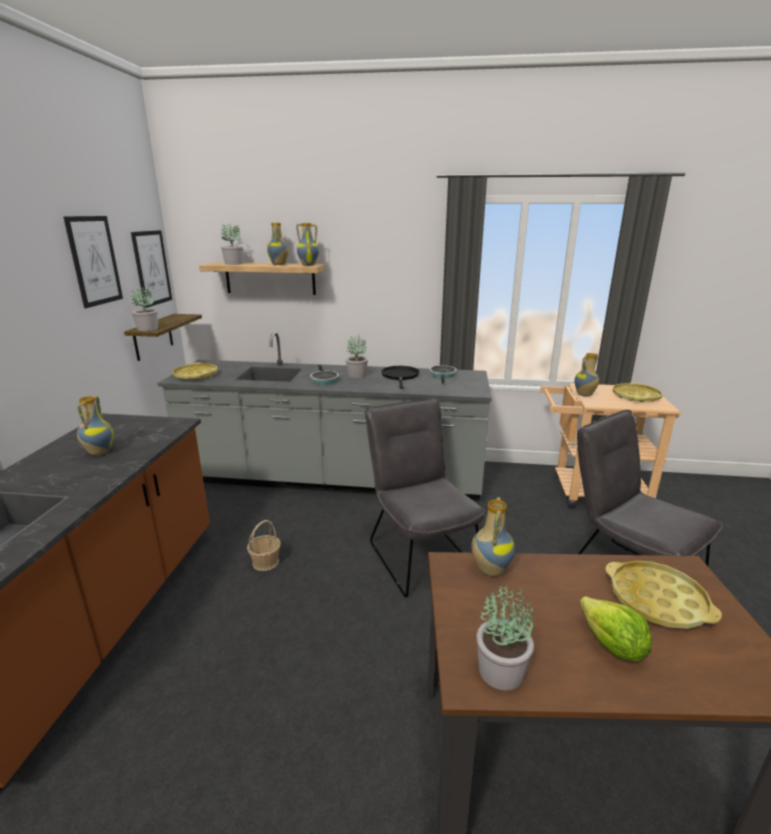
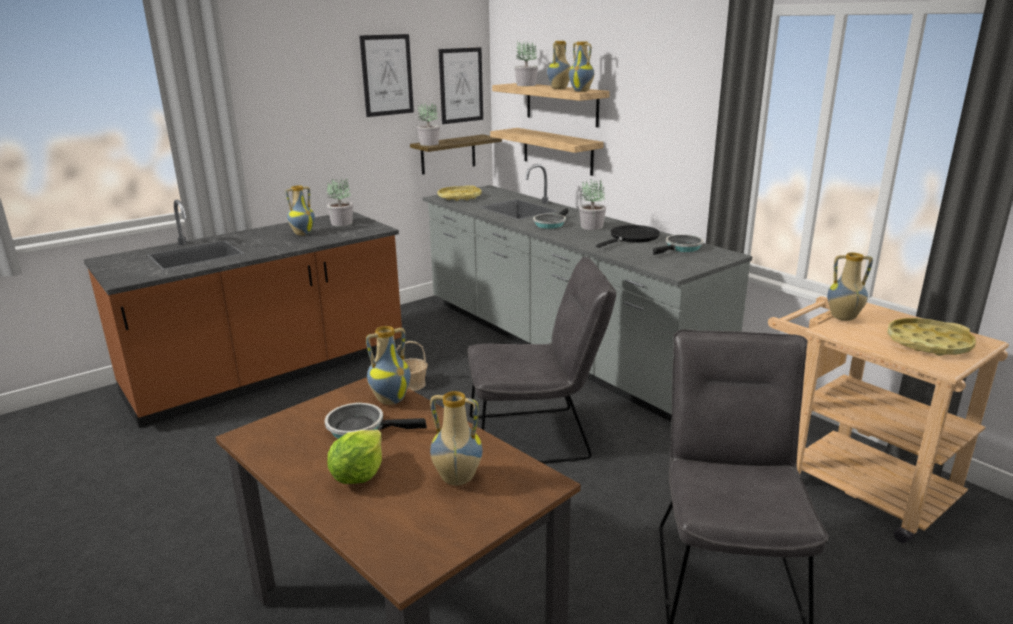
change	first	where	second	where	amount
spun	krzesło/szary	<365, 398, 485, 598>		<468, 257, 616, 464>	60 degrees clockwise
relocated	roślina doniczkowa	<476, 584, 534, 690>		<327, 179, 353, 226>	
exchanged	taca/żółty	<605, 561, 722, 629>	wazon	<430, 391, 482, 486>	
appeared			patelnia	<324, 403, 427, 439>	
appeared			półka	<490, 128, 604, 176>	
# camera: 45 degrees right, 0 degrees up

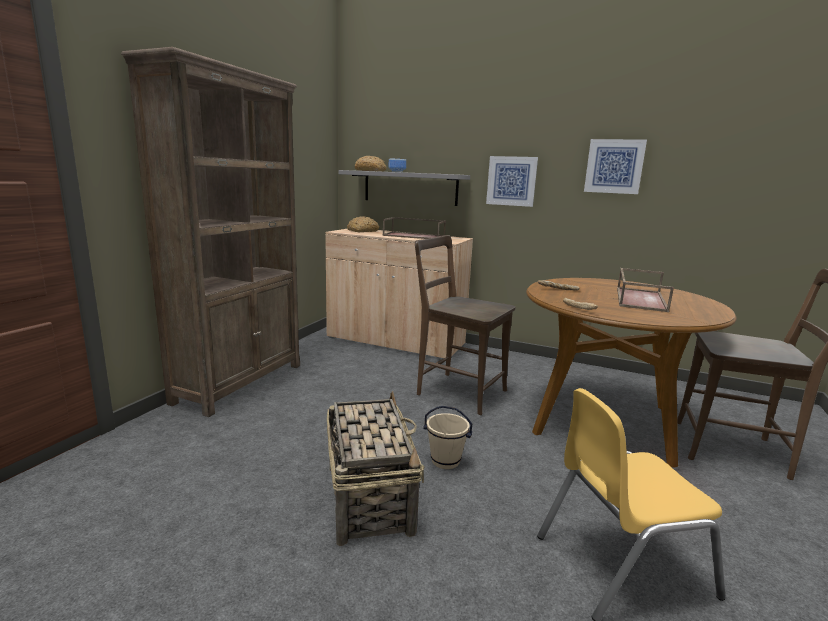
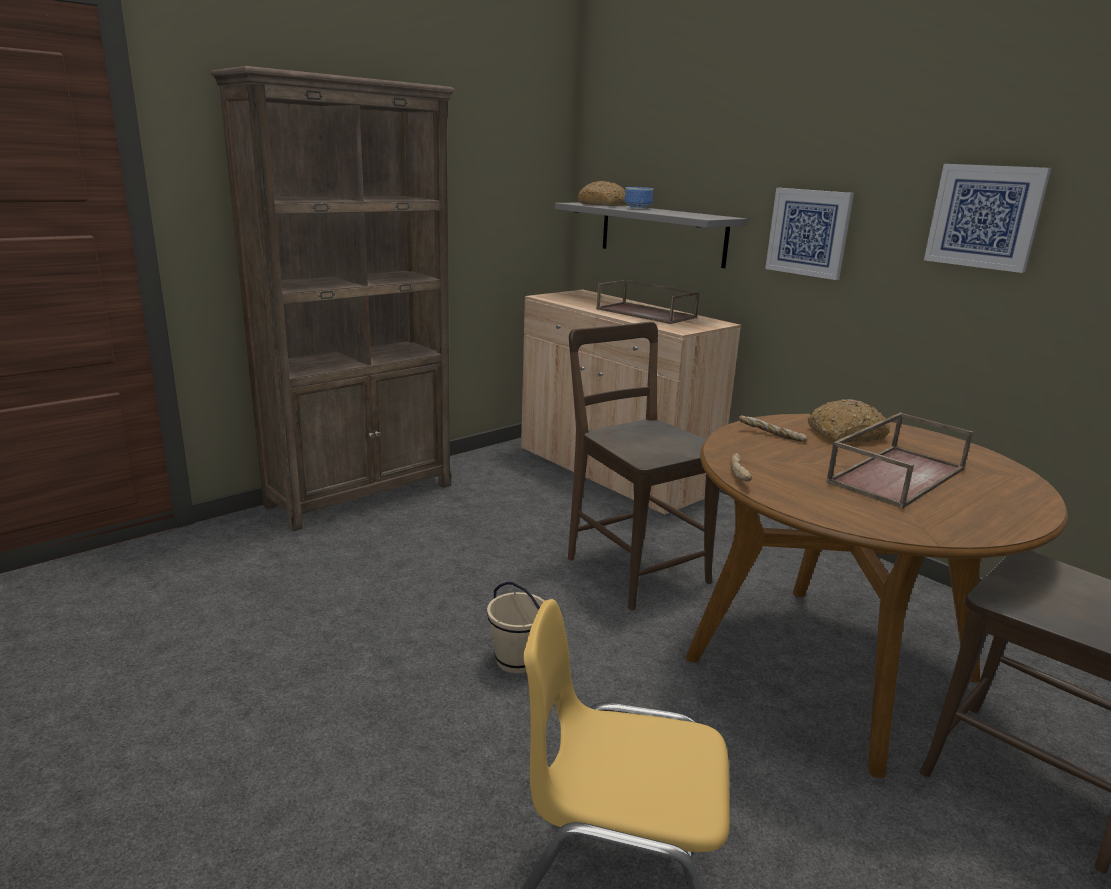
change	first	where	second	where	amount
missing	koszyk	<327, 391, 425, 546>			
relocated	chleb	<347, 217, 379, 232>		<808, 399, 890, 442>	
# camera: 25 degrees right, 5 degrees up

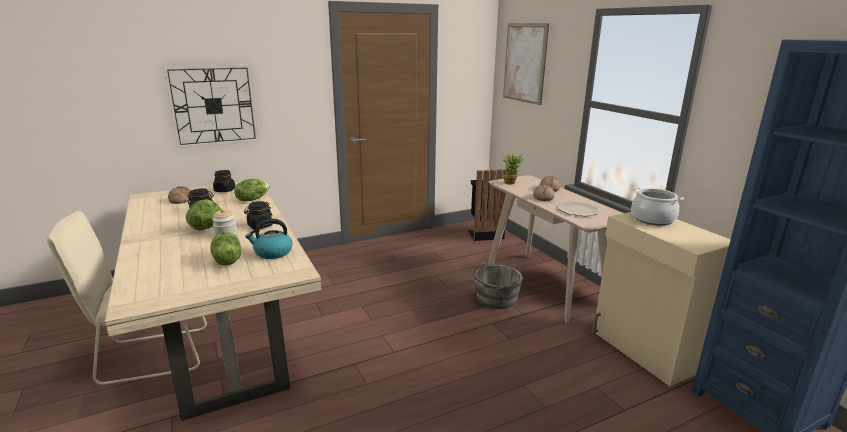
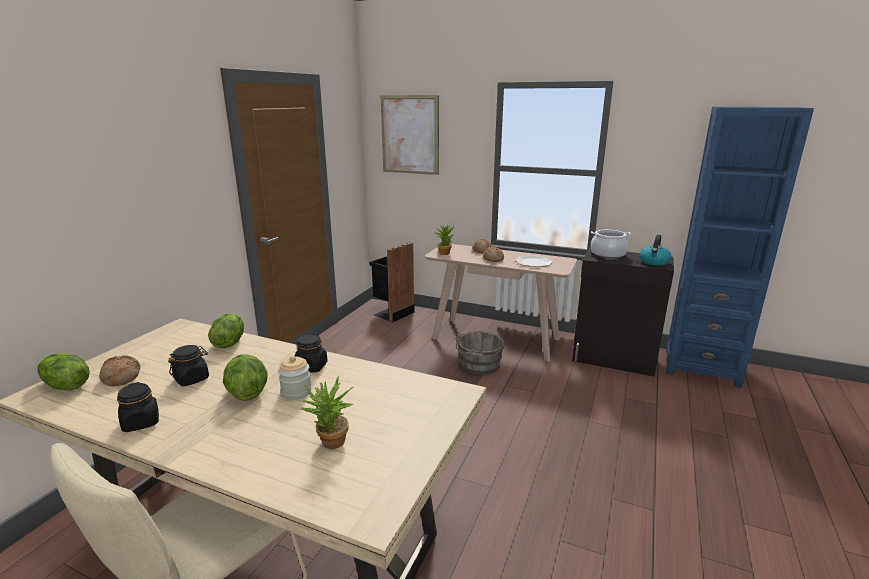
change	first	where	second	where	amount
missing	zegar ścienny	<163, 64, 259, 149>			
relocated	sałata	<210, 232, 241, 265>		<37, 353, 90, 390>	
relocated	słoik/czarny	<213, 170, 235, 192>		<117, 382, 159, 432>	
relocated	czajnik	<245, 219, 292, 259>		<640, 235, 671, 266>	
colour	szafka/beżowy	<592, 212, 731, 386>	szafka/czarny	<572, 248, 674, 377>	
appeared			roślina doniczkowa	<300, 376, 354, 449>	
# camera: 40 degrees left, 0 degrees up

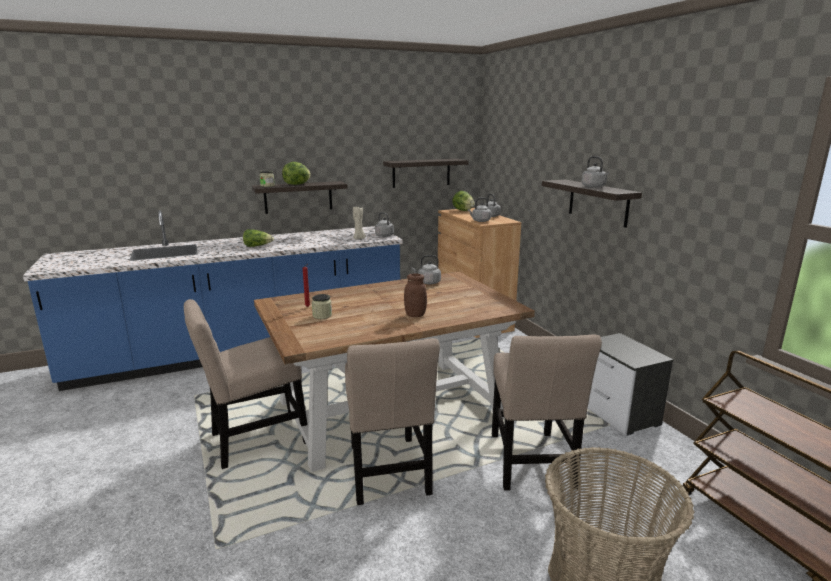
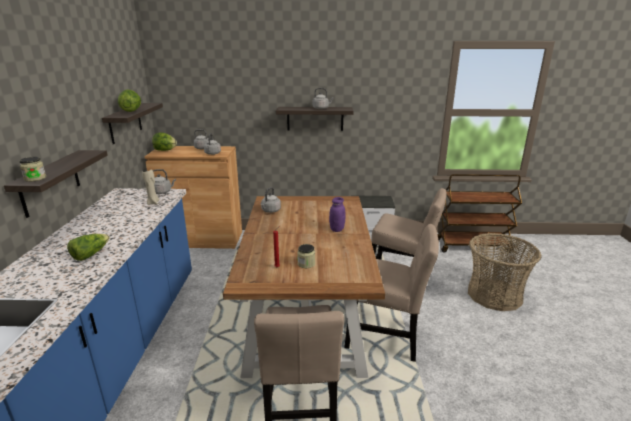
change	first	where	second	where	amount
relocated	sałata	<282, 162, 311, 185>		<118, 89, 141, 112>	
colour	słoik/brązowy	<404, 273, 427, 317>	słoik/fioletowy	<329, 197, 345, 232>	
# camera: 65 degrees left, 5 degrees up

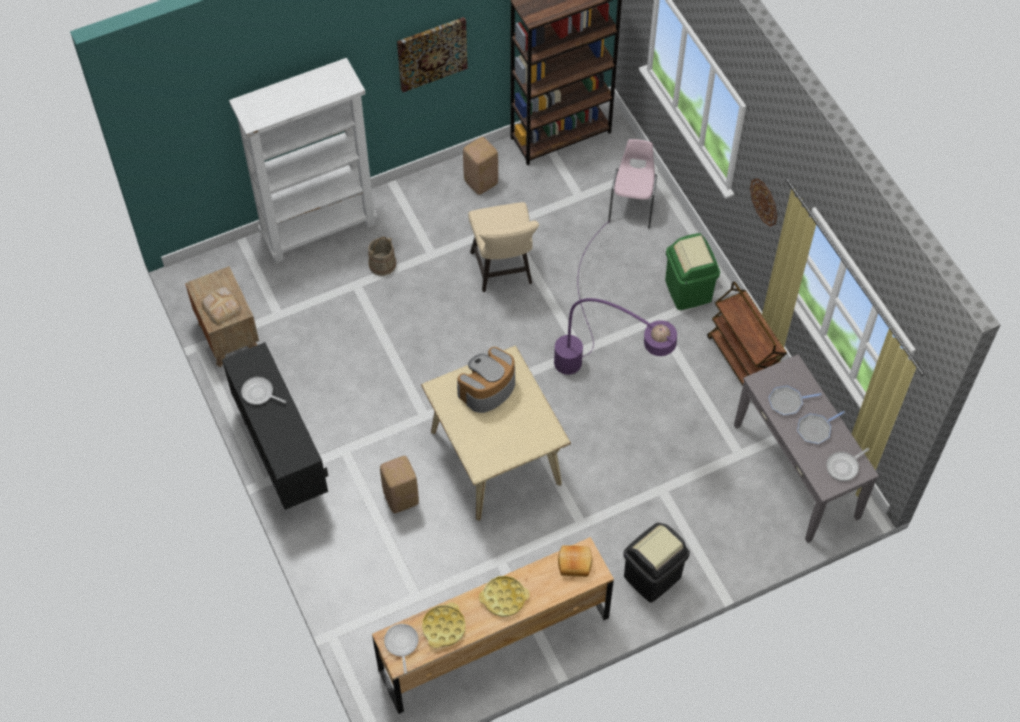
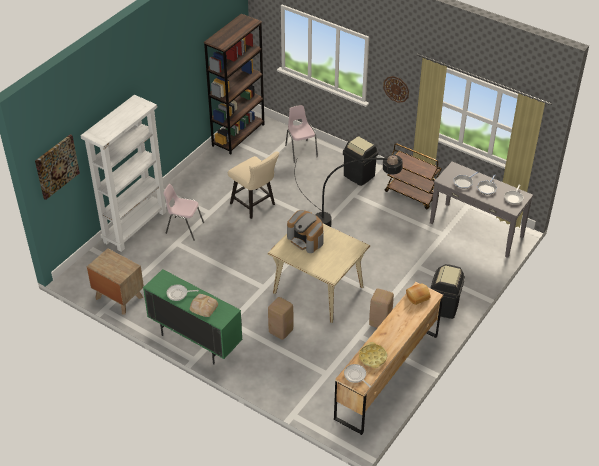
change	first	where	second	where	amount
relocated	chleb	<201, 287, 242, 325>		<190, 294, 218, 317>	
colour	szafka/czarny	<222, 342, 328, 510>	szafka/zielony	<143, 269, 243, 364>	
exchanged	wiadro/beżowy	<368, 237, 396, 276>	krzesło/różowy	<164, 184, 204, 241>	
relocated	obraz	<397, 17, 468, 92>		<35, 134, 80, 200>	
spun	ekspres do kawy	<457, 347, 515, 413>		<287, 210, 324, 253>	60 degrees counterclockwise
relocated	stołek/beżowy	<463, 137, 498, 195>		<369, 288, 394, 328>	
missing	taca/żółty	<479, 576, 530, 617>			
colour	lampa stojąca/fioletowy	<554, 221, 677, 375>	lampa stojąca/czarny	<294, 155, 403, 227>	
colour	kosz na śmieci/zielony	<665, 233, 720, 310>	kosz na śmieci/czarny	<343, 136, 378, 186>	
# camera: 30 degrees left, 15 degrees down

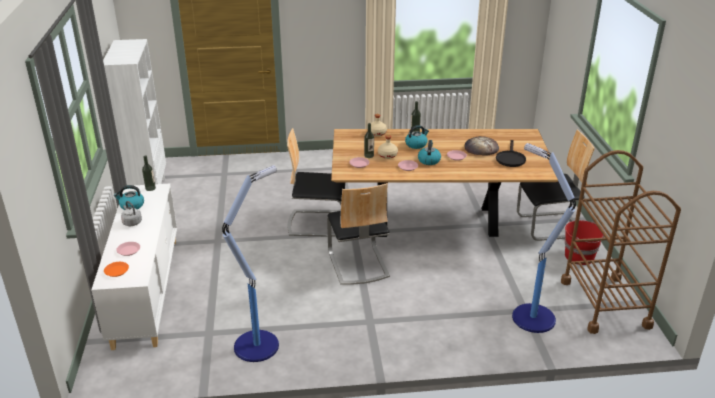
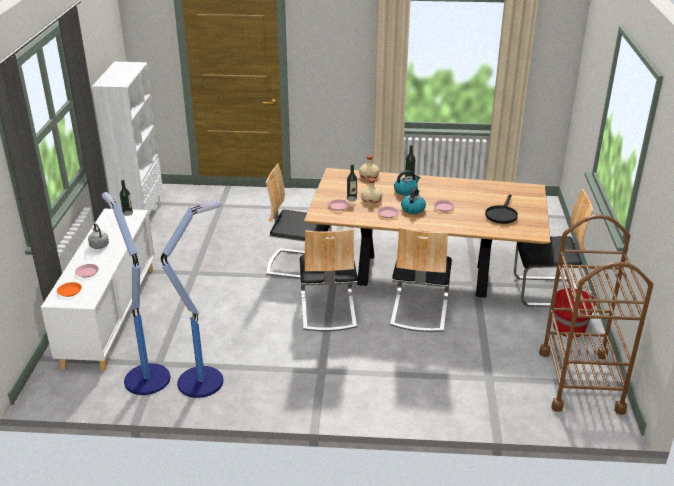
change	first	where	second	where	amount
missing	czajnik	<114, 185, 144, 210>			
missing	chleb	<465, 136, 499, 156>			
relocated	lampa stojąca	<512, 143, 576, 333>		<102, 192, 170, 395>	
appeared			krzesło	<390, 227, 452, 332>	
# camera: 10 degrees right, 0 degrees up

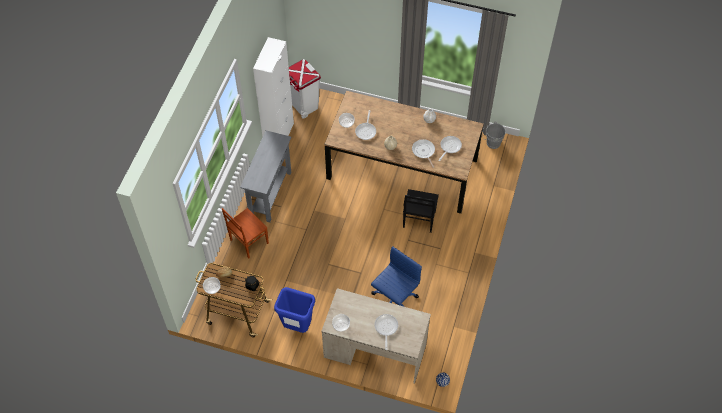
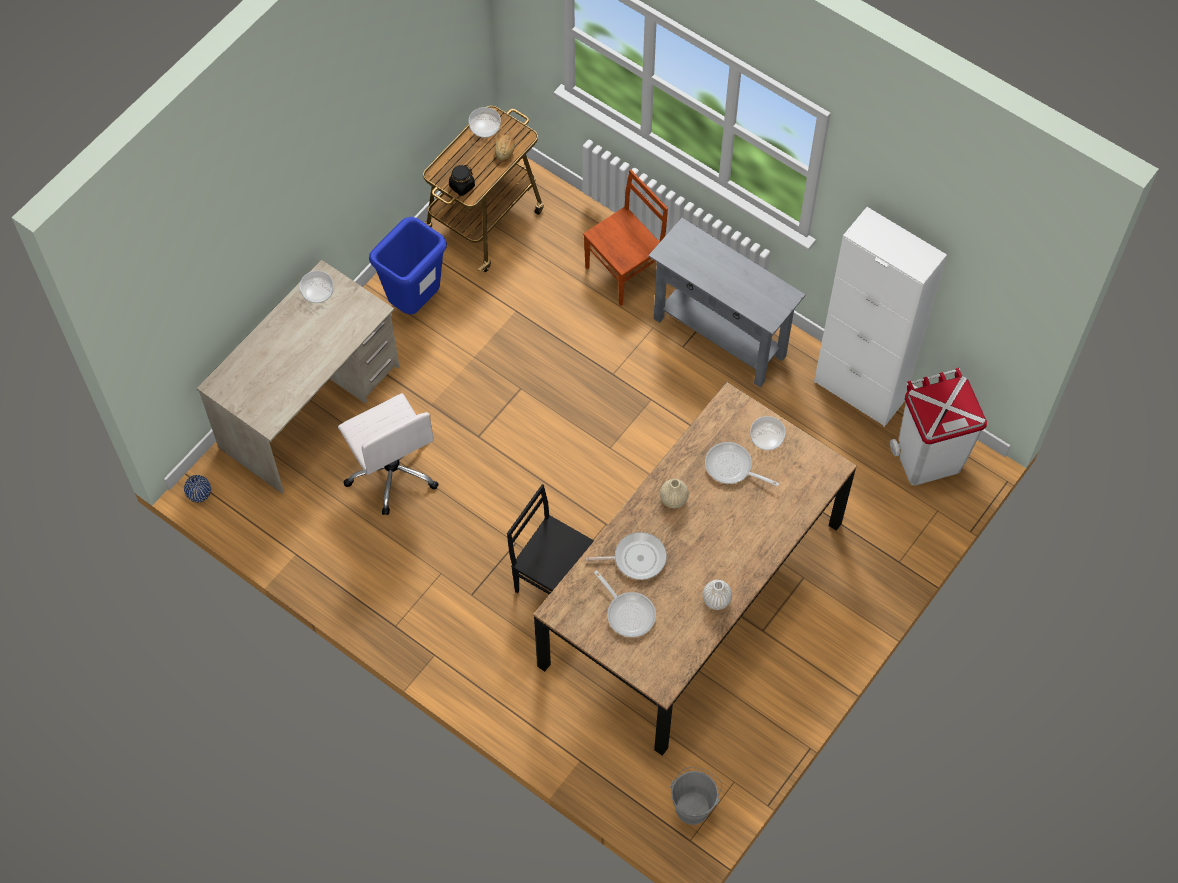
change	first	where	second	where	amount
spun	krzesło/brązowy	<222, 208, 269, 259>		<583, 169, 668, 306>	75 degrees clockwise
colour	krzesło biurowe/niebieski	<371, 246, 422, 307>	krzesło biurowe/biały	<338, 393, 439, 515>	
missing	patelnia	<375, 314, 398, 350>			
# camera: 110 degrees right, 5 degrees up

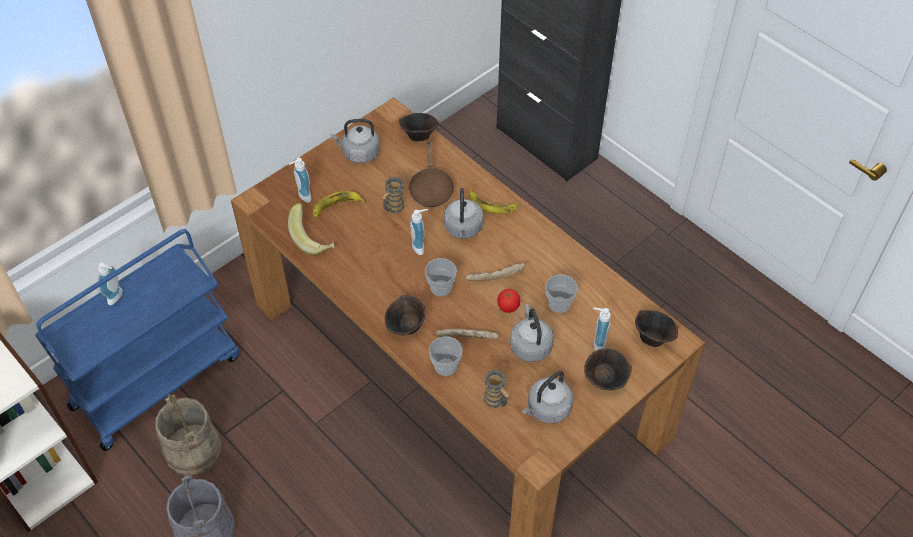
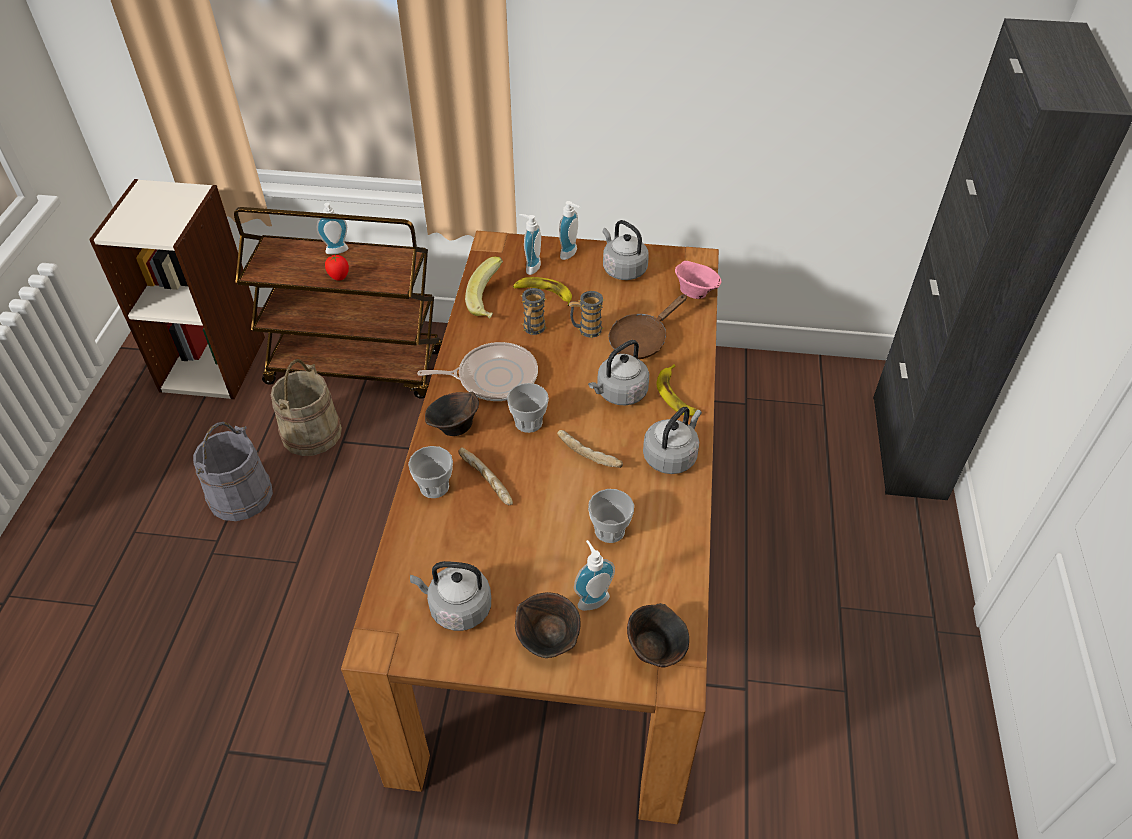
change	first	where	second	where	amount
colour	wózek/niebieski	<35, 229, 239, 451>	wózek/brązowy	<234, 207, 442, 399>	
colour	miska/brązowy	<399, 113, 439, 141>	miska/różowy	<675, 261, 721, 299>	
relocated	dozownik mydła	<410, 209, 428, 255>		<559, 201, 580, 260>	
relocated	kubek	<482, 370, 509, 408>		<520, 288, 547, 335>	
relocated	pomidor	<497, 289, 520, 313>		<325, 255, 349, 281>	
relocated	czajnik/szary	<510, 304, 554, 362>		<643, 407, 702, 474>	
appeared			patelnia	<417, 342, 538, 401>	
# camera: 50 degrees right, 5 degrees down

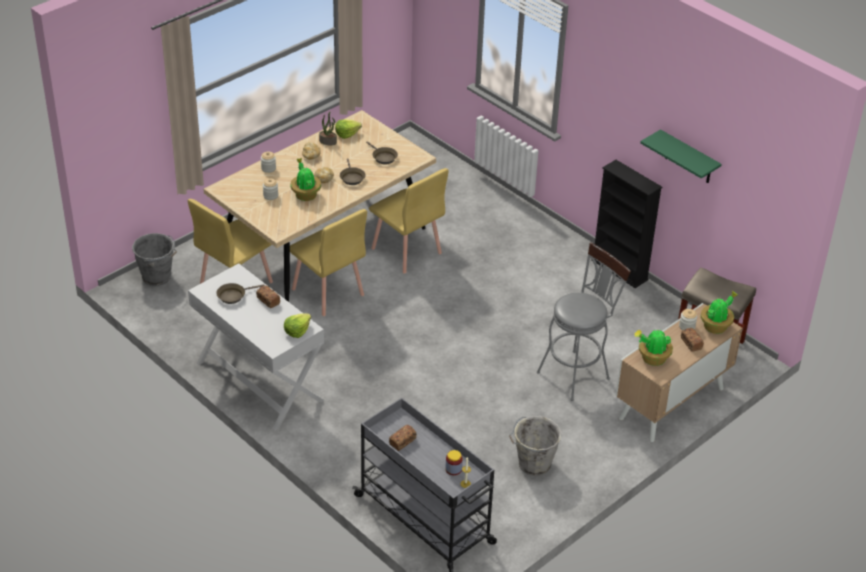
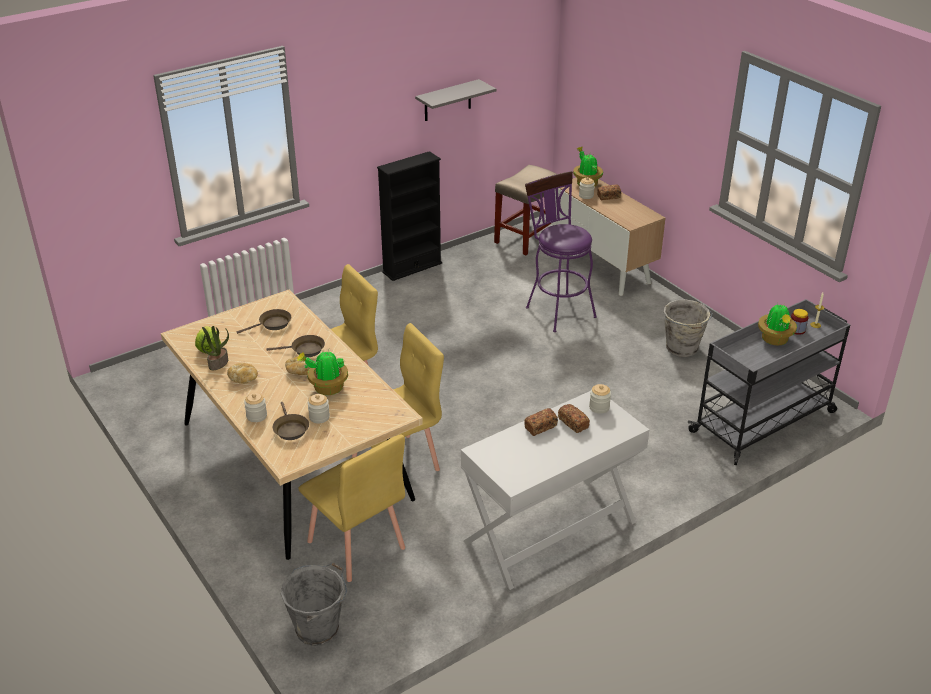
change	first	where	second	where	amount
relocated	patelnia/brązowy	<216, 283, 265, 304>		<273, 402, 309, 440>	
exchanged	sałata	<284, 314, 311, 338>	słoik	<589, 384, 611, 414>	
relocated	chleb	<389, 425, 417, 451>		<558, 404, 590, 433>	
colour	stołek/szary	<537, 242, 631, 401>	stołek/fioletowy	<525, 171, 597, 332>	
relocated	roślina doniczkowa	<634, 329, 673, 366>		<758, 302, 797, 346>	
colour	półka/zielony	<640, 129, 722, 183>	półka/szary	<415, 79, 496, 121>	
# camera: 80 degrees left, 5 degrees down

